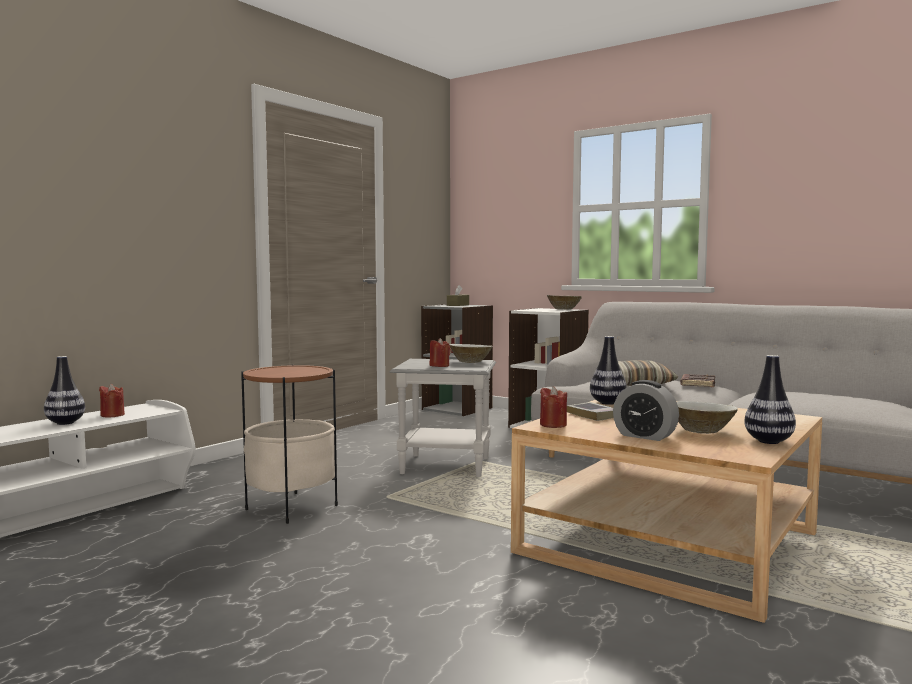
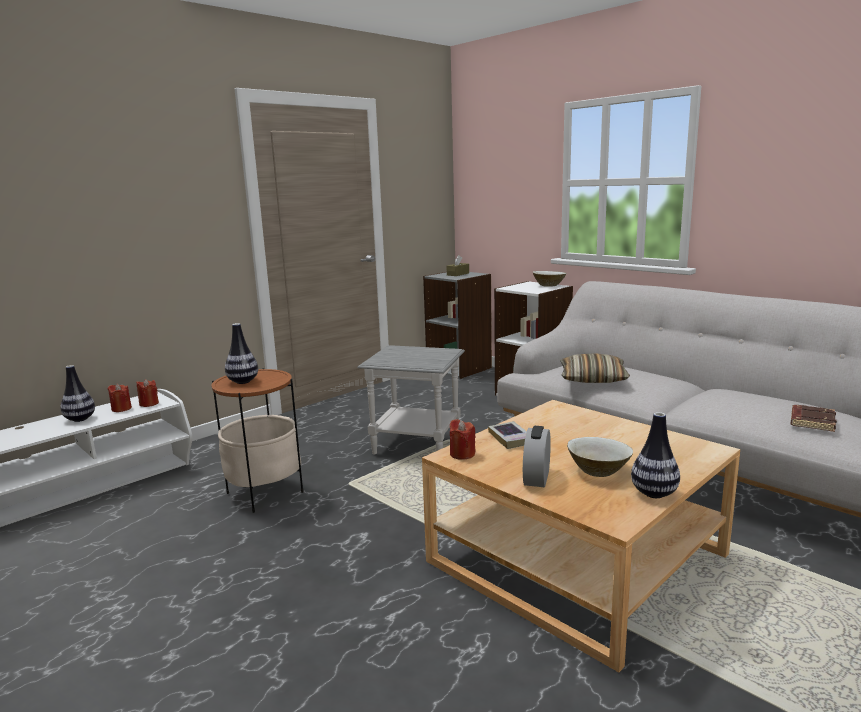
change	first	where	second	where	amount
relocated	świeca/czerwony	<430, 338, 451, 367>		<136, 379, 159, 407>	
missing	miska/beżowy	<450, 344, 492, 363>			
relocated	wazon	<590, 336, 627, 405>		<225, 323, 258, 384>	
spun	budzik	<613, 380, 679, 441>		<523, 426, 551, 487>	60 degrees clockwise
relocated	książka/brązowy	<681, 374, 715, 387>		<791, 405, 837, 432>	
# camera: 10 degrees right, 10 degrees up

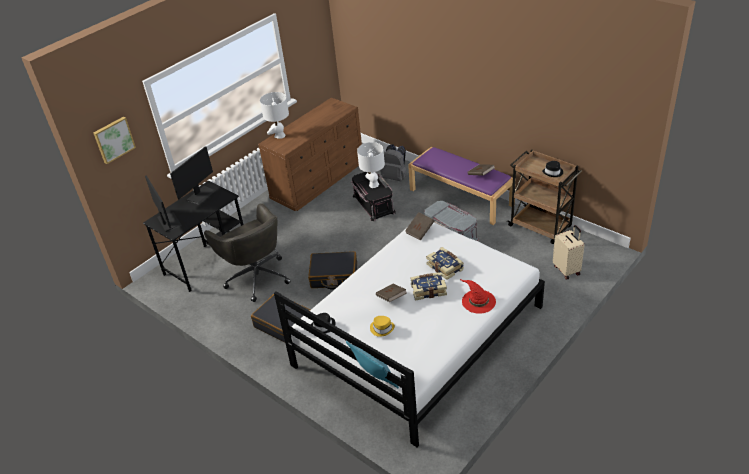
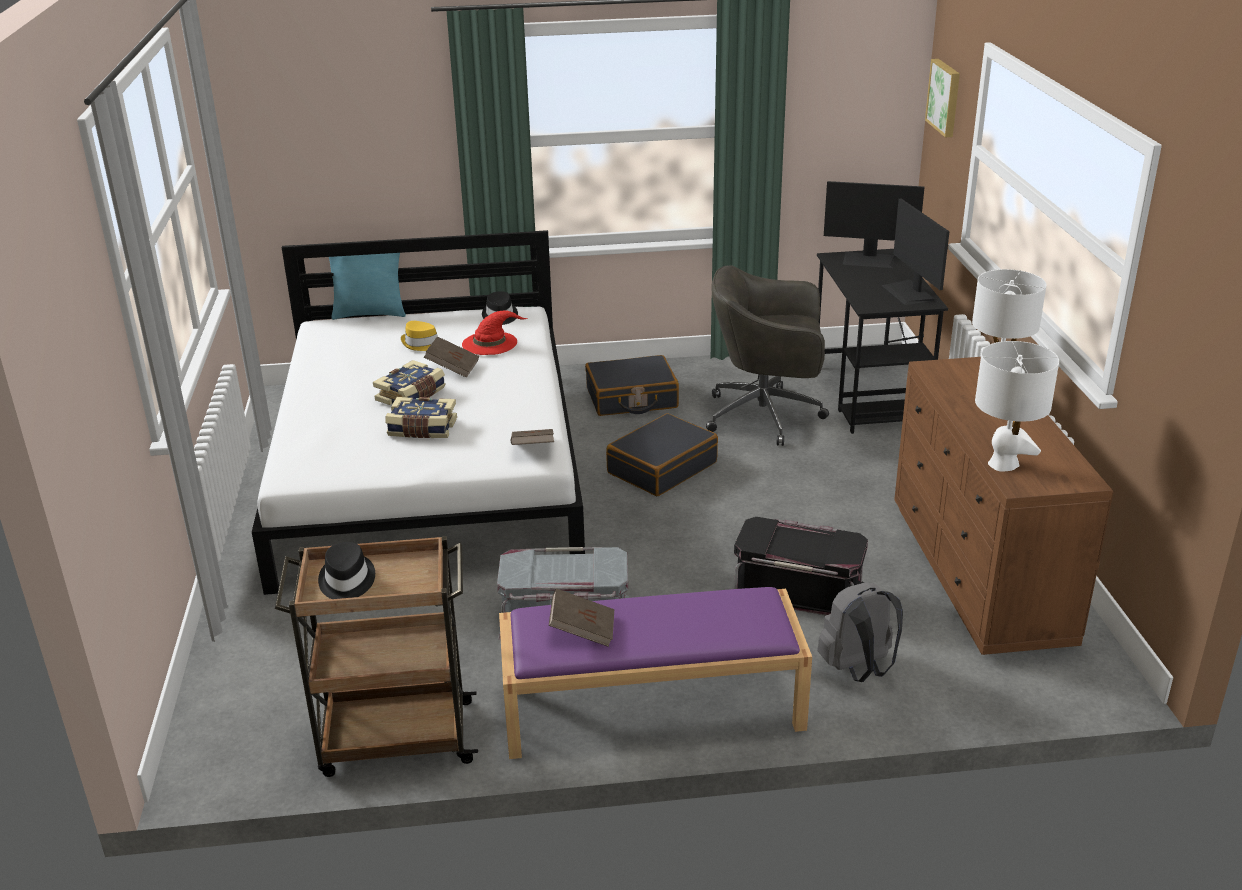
change	first	where	second	where	amount
relocated	lampa stołowa/biały	<357, 142, 385, 188>		<975, 341, 1059, 472>	
relocated	kapelusz/czerwony	<460, 279, 496, 314>		<462, 310, 528, 355>	
missing	walizka/beżowy	<553, 225, 584, 280>			
# camera: 130 degrees right, 10 degrees down

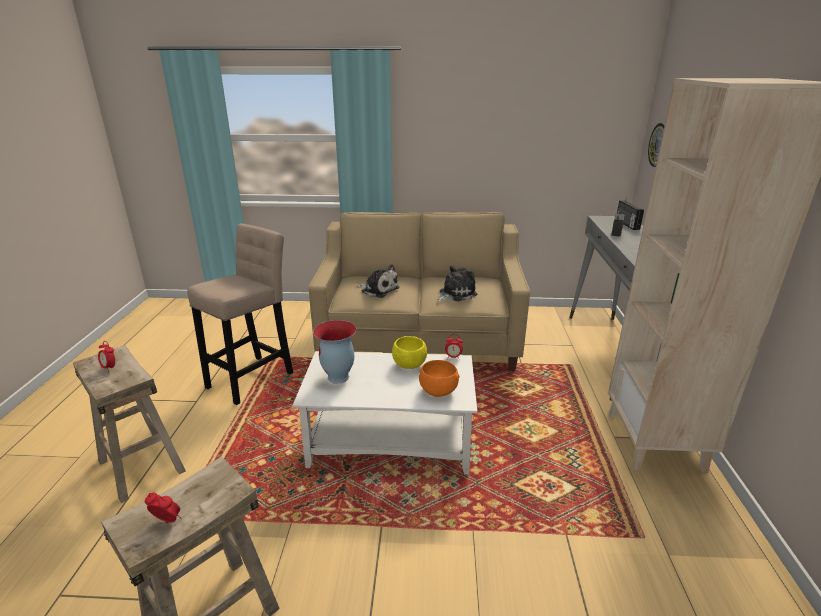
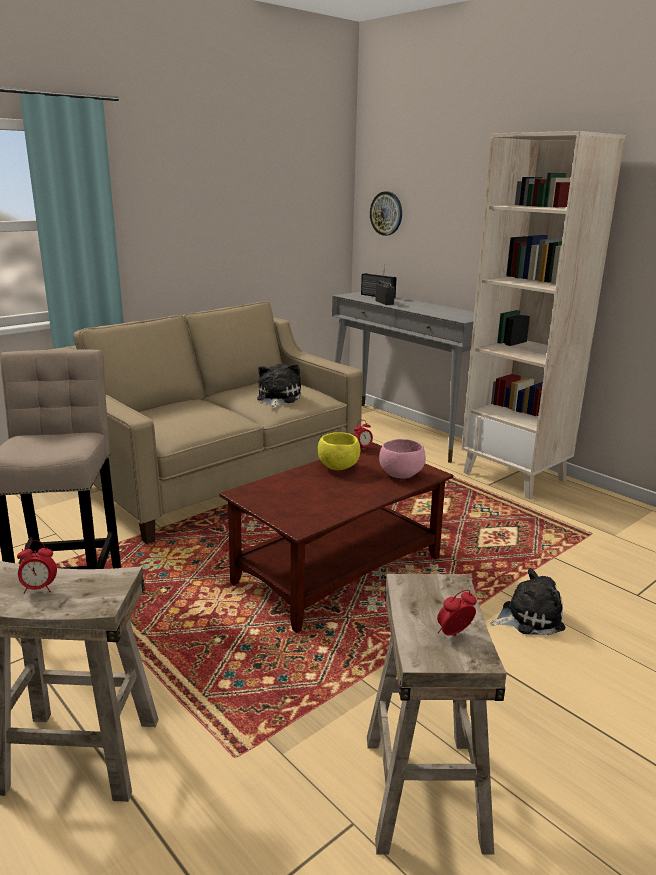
change	first	where	second	where	amount
colour	ława/biały	<293, 351, 478, 474>	ława/brązowy	<220, 442, 453, 633>	
missing	wazon	<313, 320, 356, 384>			
relocated	pluszak	<357, 264, 399, 298>		<490, 568, 565, 635>	
colour	miska/pomarańczowy	<419, 360, 460, 397>	miska/różowy	<379, 439, 426, 479>	
# camera: 45 degrees left, 5 degrees down

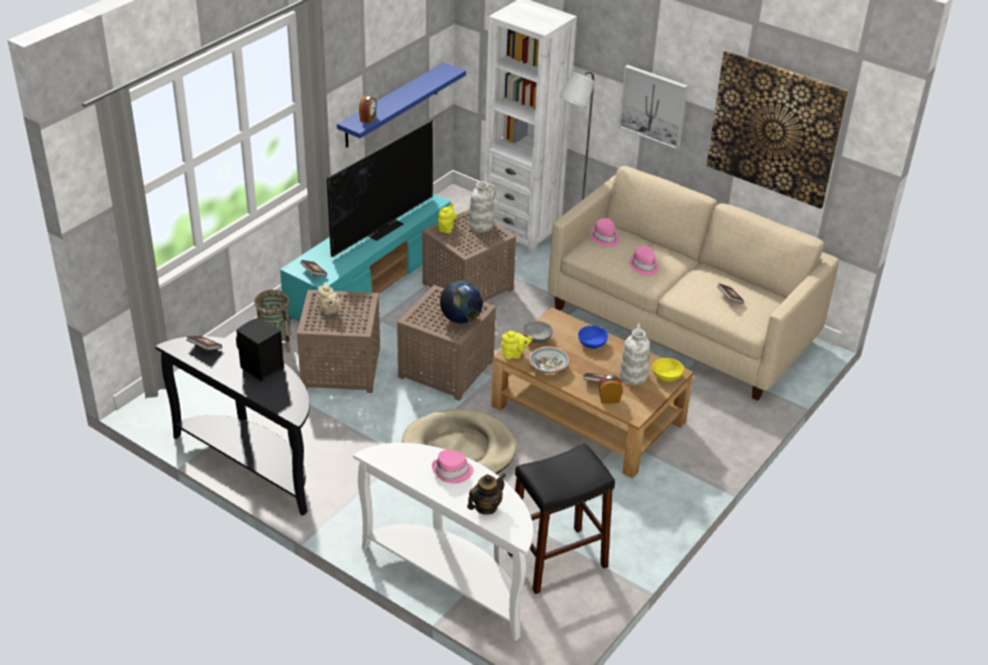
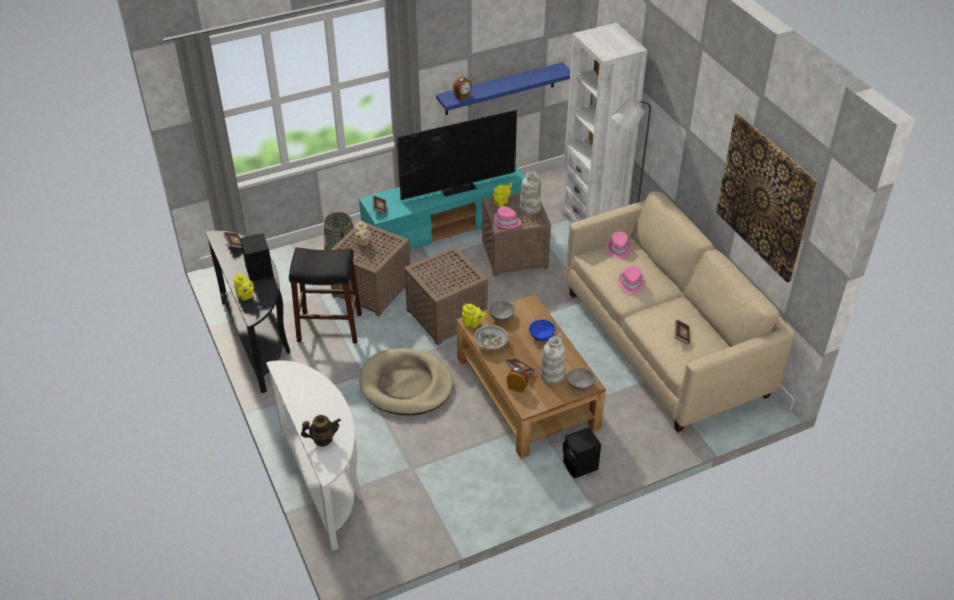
change	first	where	second	where	amount
relocated	kapelusz/różowy	<432, 450, 474, 483>		<494, 206, 521, 229>	
missing	globus	<440, 280, 483, 324>			
relocated	stołek/czarny	<507, 443, 615, 594>		<289, 248, 362, 343>	
missing	obraz	<619, 65, 688, 149>			
colour	miska/żółty	<652, 358, 684, 381>	miska/szary	<566, 368, 595, 391>	
appeared			imbryk/żółty	<234, 273, 254, 301>	
appeared			głośnik/czarny	<563, 427, 601, 478>	
# camera: 30 degrees right, 5 degrees up

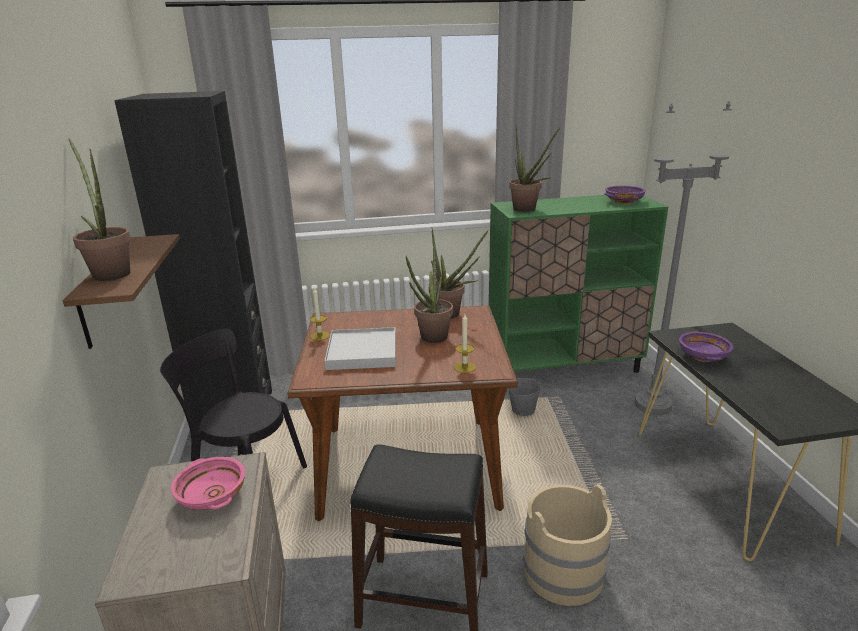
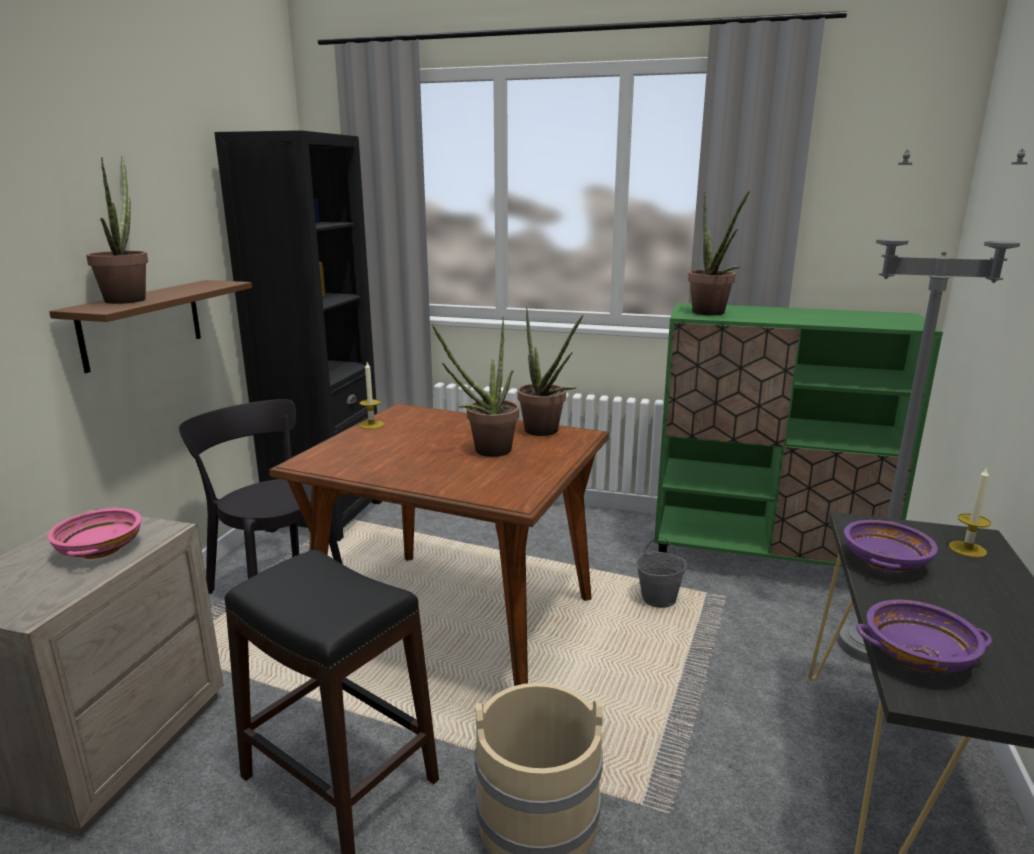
change	first	where	second	where	amount
missing	taca/biały	<325, 327, 396, 370>			
relocated	świeca	<454, 314, 476, 373>		<949, 466, 991, 558>	
relocated	miska/fioletowy	<604, 186, 646, 204>		<856, 600, 992, 673>	
# camera: 25 degrees right, 5 degrees down

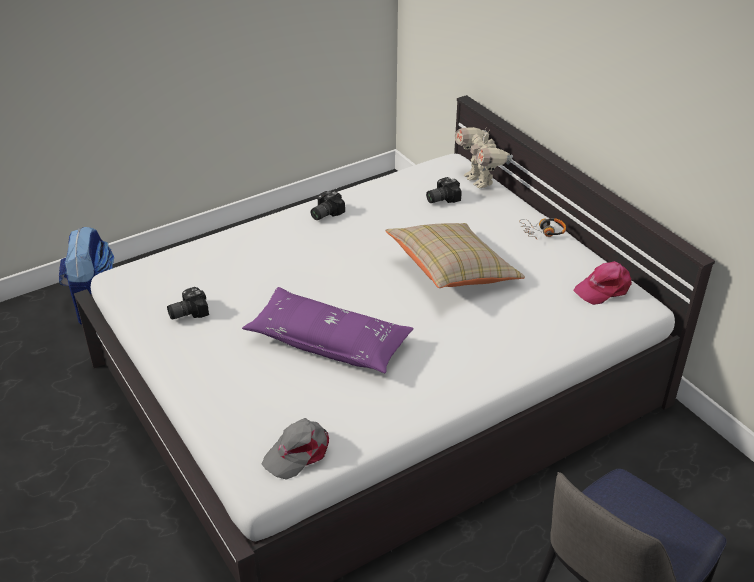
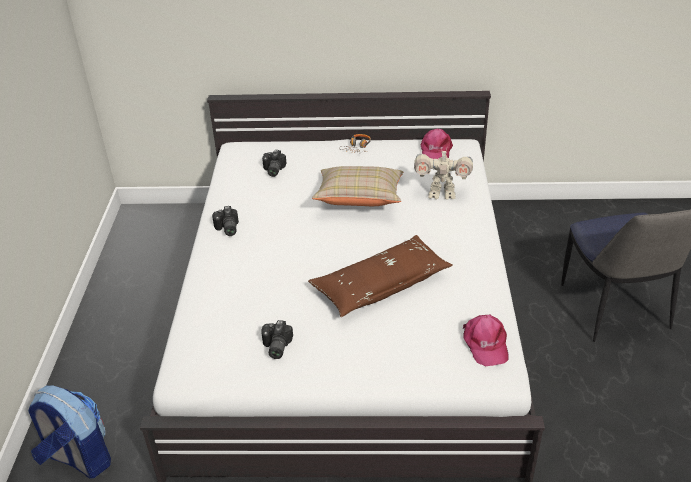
change	first	where	second	where	amount
colour	poduszka/fioletowy	<242, 287, 414, 373>	poduszka/brązowy	<308, 235, 453, 317>	
colour	czapka z daszkiem/szary	<262, 418, 329, 480>	czapka z daszkiem/różowy	<463, 314, 508, 366>	
relocated	robot zabawkowy	<455, 126, 513, 188>		<414, 147, 473, 199>	
# camera: 55 degrees left, 0 degrees up

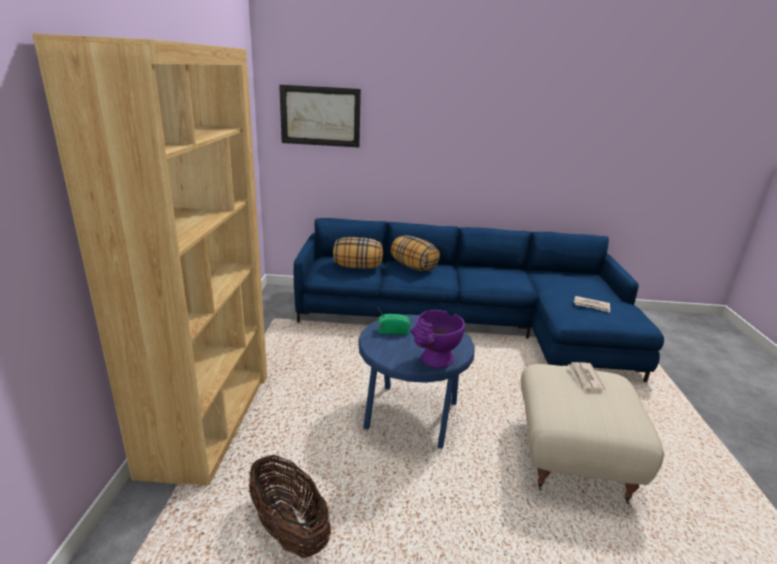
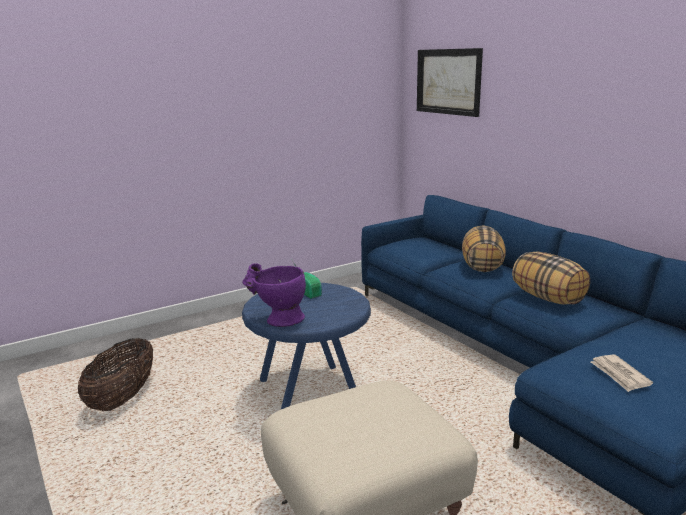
change	first	where	second	where	amount
missing	regał/brązowy	<32, 33, 267, 486>			
relocated	poduszka	<333, 237, 383, 269>		<512, 251, 590, 305>	
missing	gazeta	<568, 362, 606, 392>			
# camera: 55 degrees right, 5 degrees down

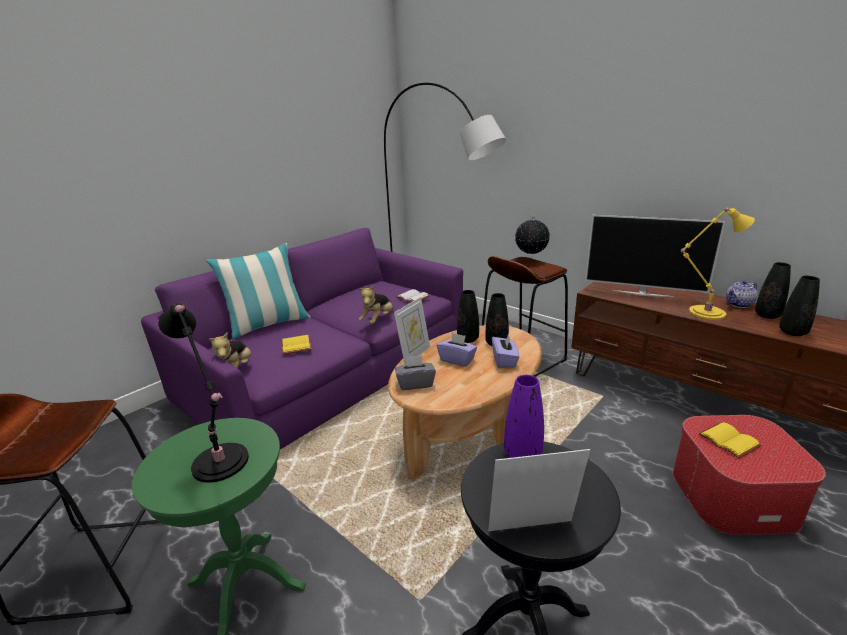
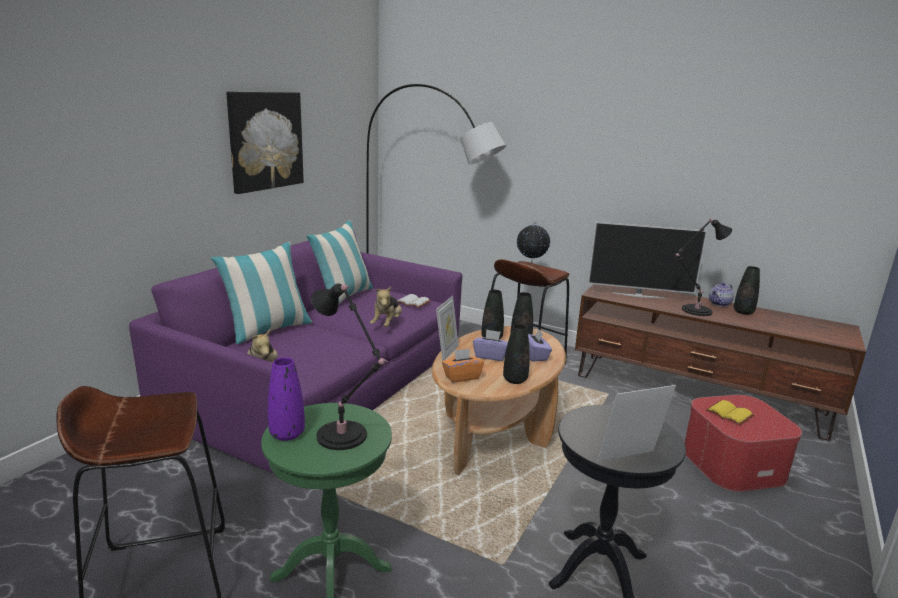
change	first	where	second	where	amount
missing	książka/żółty	<282, 335, 311, 354>			
colour	pudełko chusteczek/szary	<395, 355, 436, 390>	pudełko chusteczek/pomarańczowy	<442, 348, 484, 383>	
relocated	wazon/fioletowy	<504, 375, 544, 458>		<268, 357, 305, 441>	
colour	lampa stołowa/żółty	<681, 207, 755, 320>	lampa stołowa/czarny	<676, 219, 732, 316>	
relocated	wazon/czarny	<779, 276, 820, 336>		<503, 324, 530, 384>	
appeared			obraz	<226, 92, 304, 194>	
appeared			poduszka	<307, 220, 373, 305>	
# camera: 15 degrees left, 5 degrees down

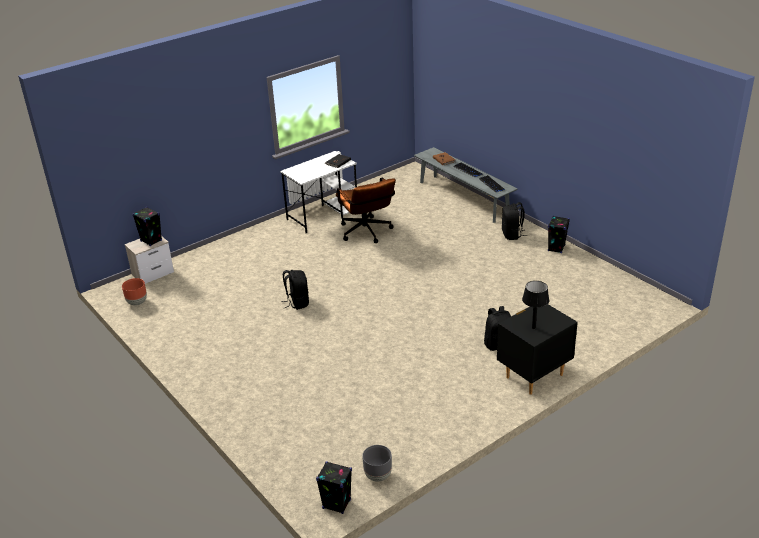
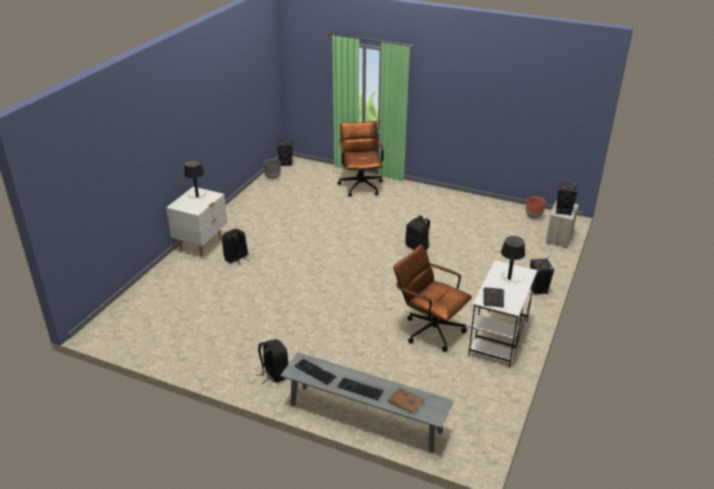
change	first	where	second	where	amount
colour	szafka nocna/czarny	<497, 304, 578, 395>	szafka nocna/biały	<166, 187, 227, 256>	
relocated	głośnik/czarny	<548, 216, 570, 253>		<530, 258, 554, 295>	
appeared			krzesło biurowe/brązowy	<337, 121, 384, 197>	
appeared			lampa stołowa/czarny	<501, 236, 525, 280>	
# camera: 150 degrees right, 0 degrees up

